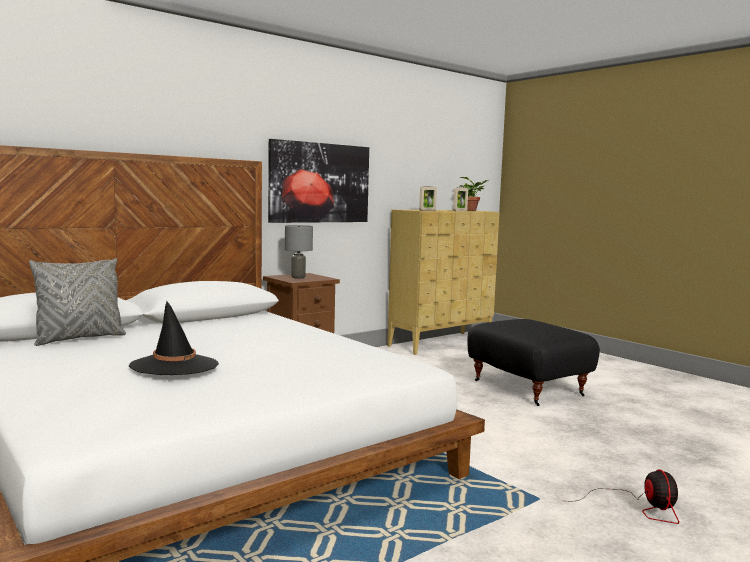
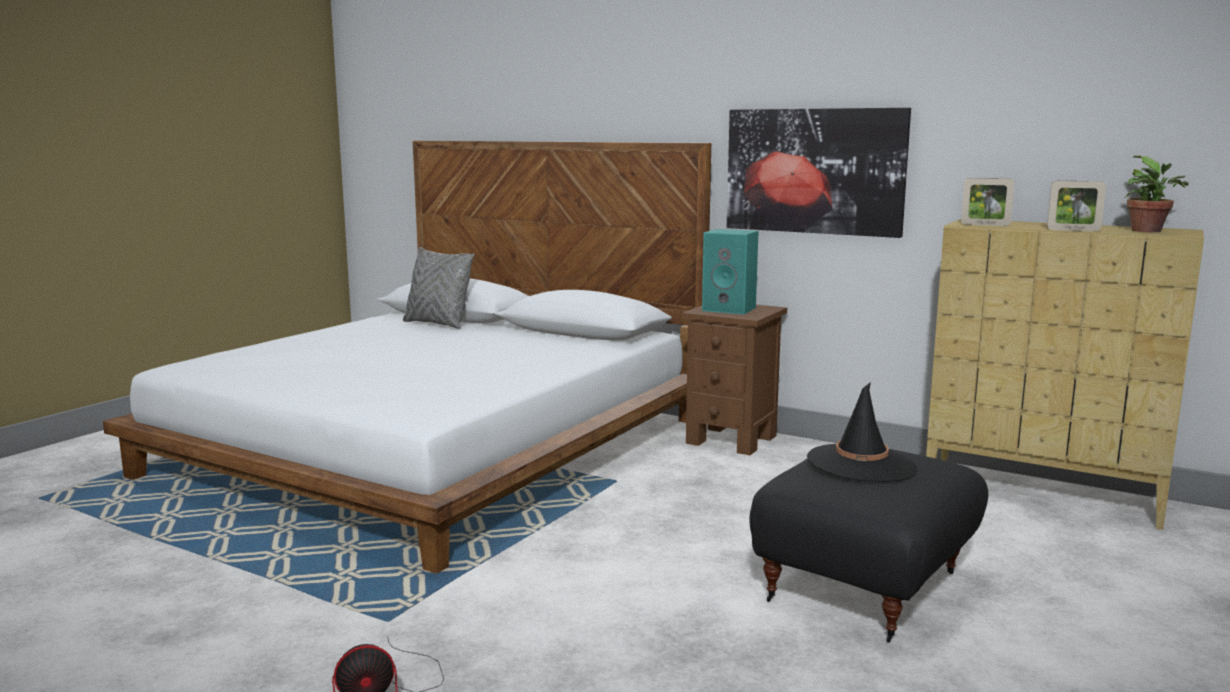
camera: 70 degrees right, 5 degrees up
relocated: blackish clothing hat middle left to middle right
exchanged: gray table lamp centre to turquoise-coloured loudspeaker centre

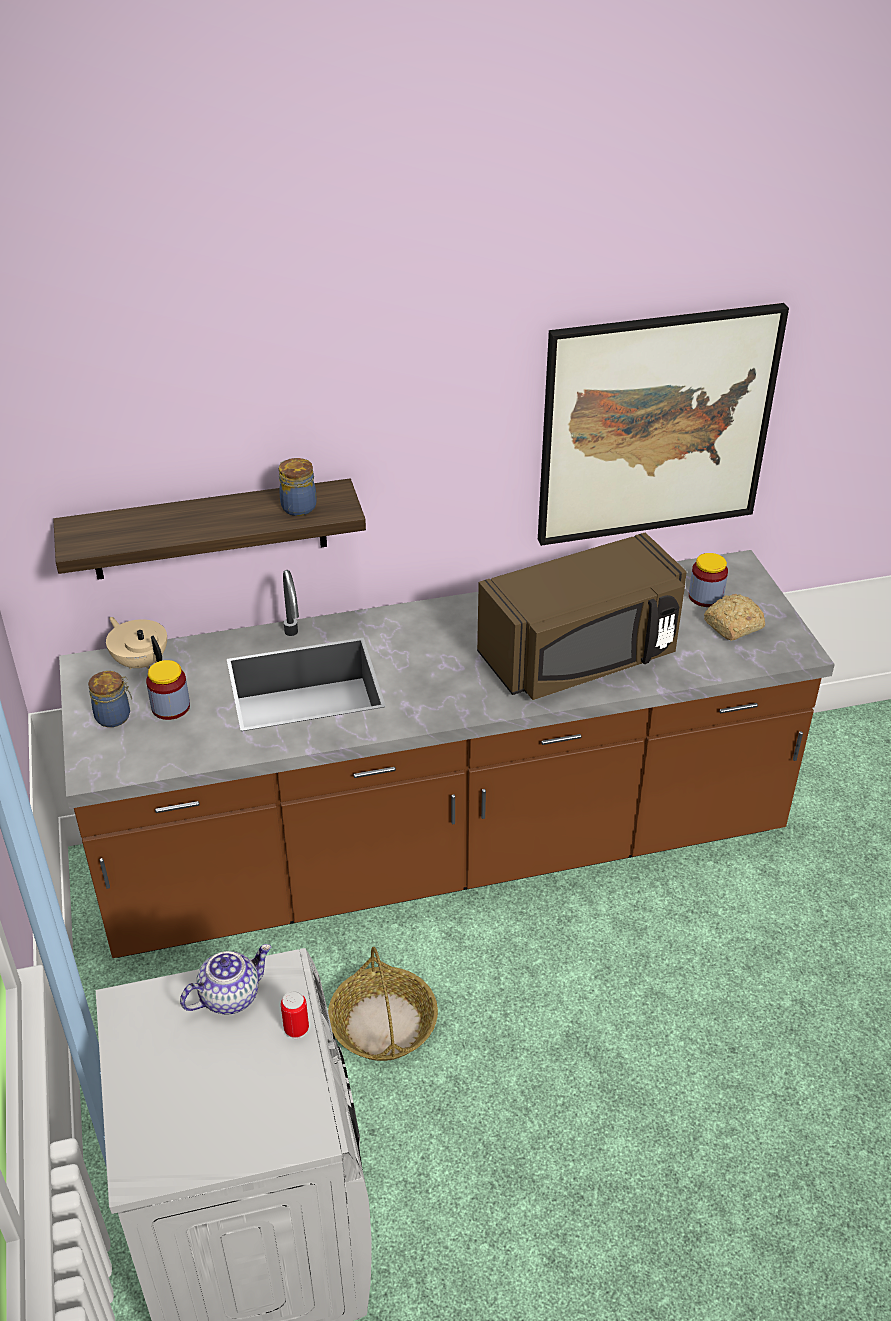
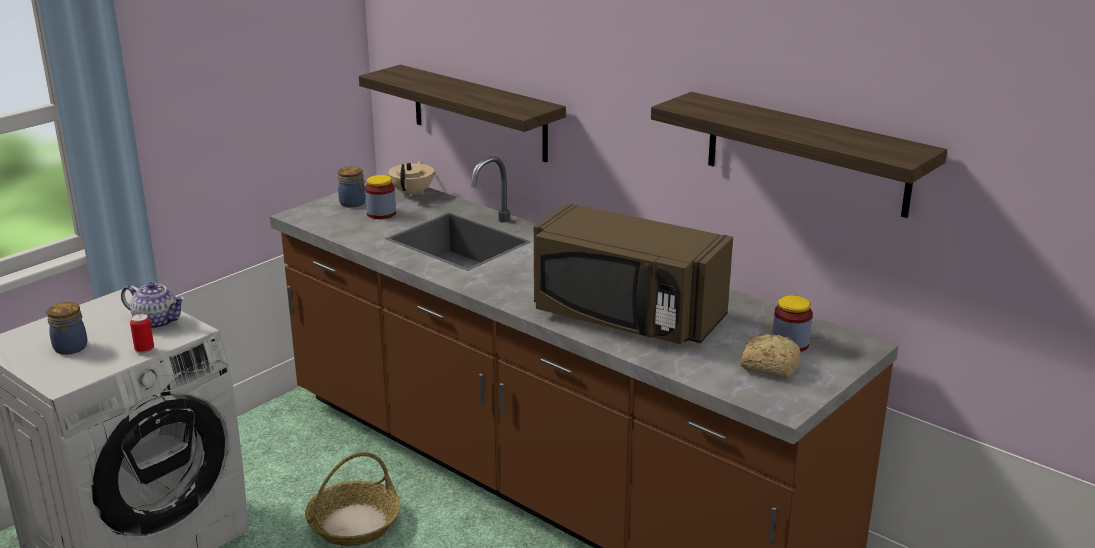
camera: 55 degrees right, 15 degrees down
relocated: jar (no. 3 from left in the first image) centre to jar (no. 1 from left) middle left
exchanged: picture top right to bracket shelf (no. 2 from left) top right

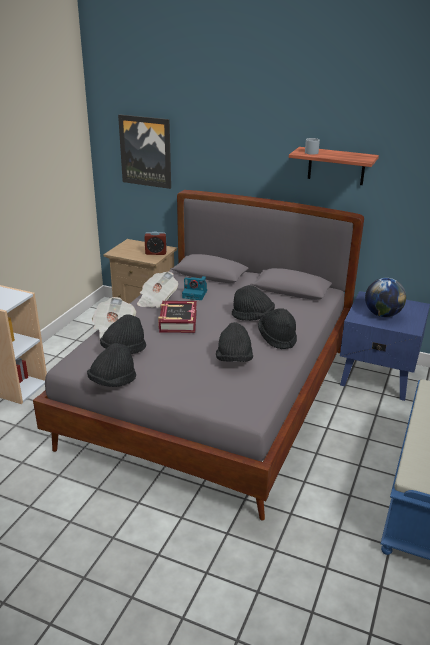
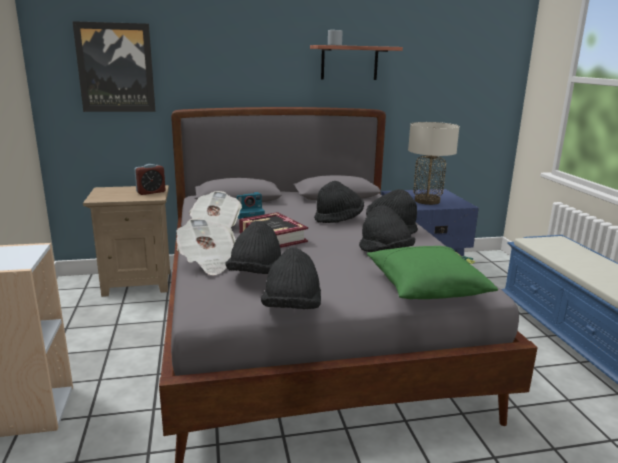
camera: 35 degrees left, 10 degrees down
appeared: greenish cushion middle right
exchanged: desk globe middle right to table lamp middle right

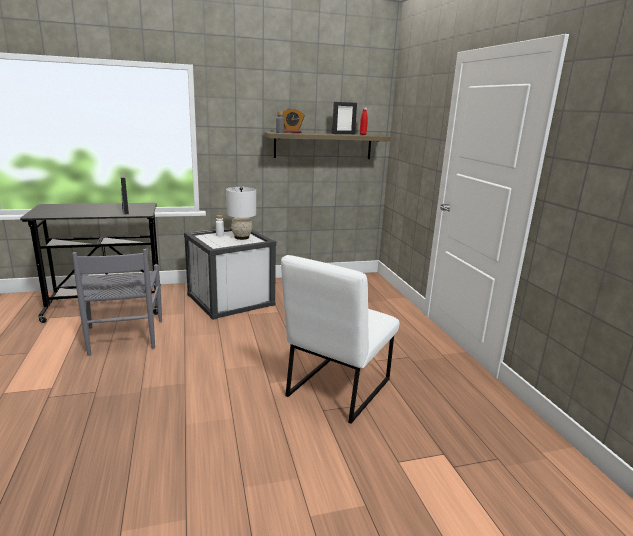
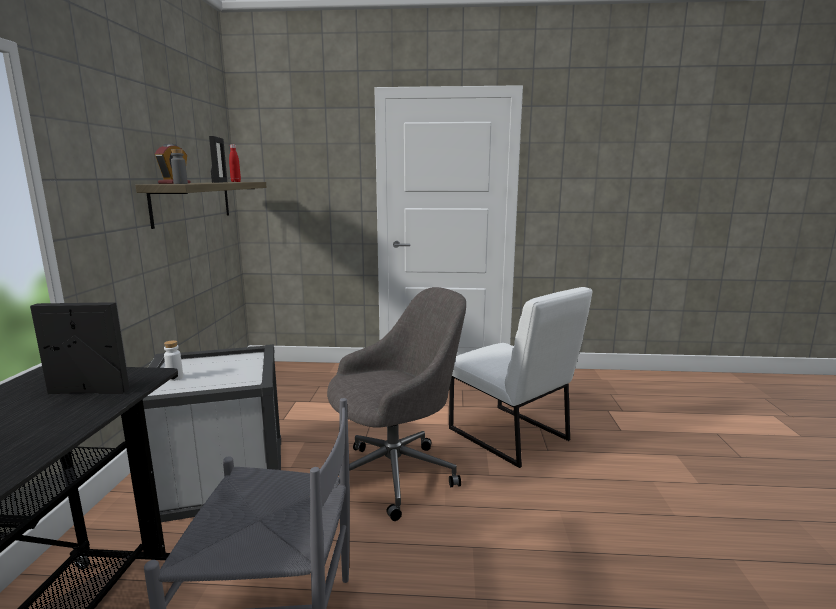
camera: 70 degrees left, 5 degrees down
missing: white-coloured table lamp centre
appeared: gray desk chair centre

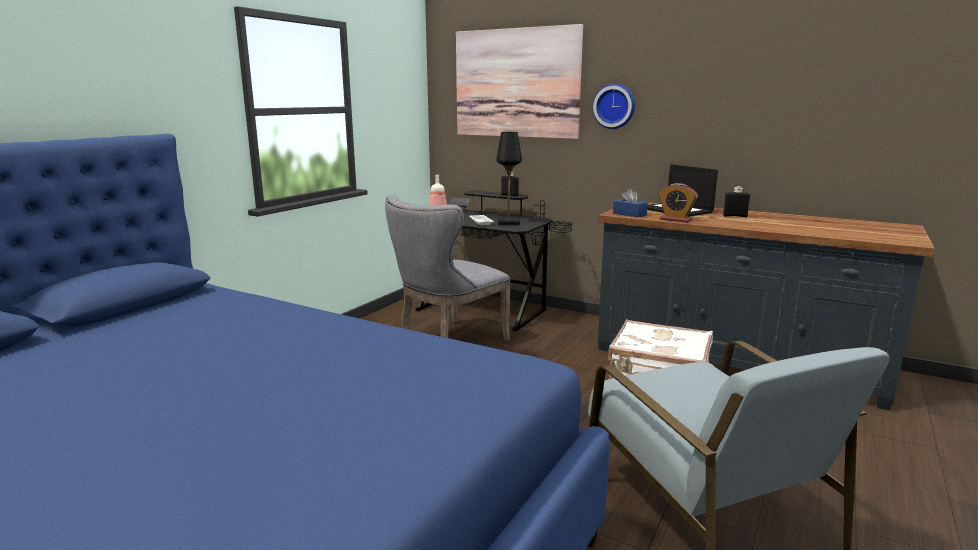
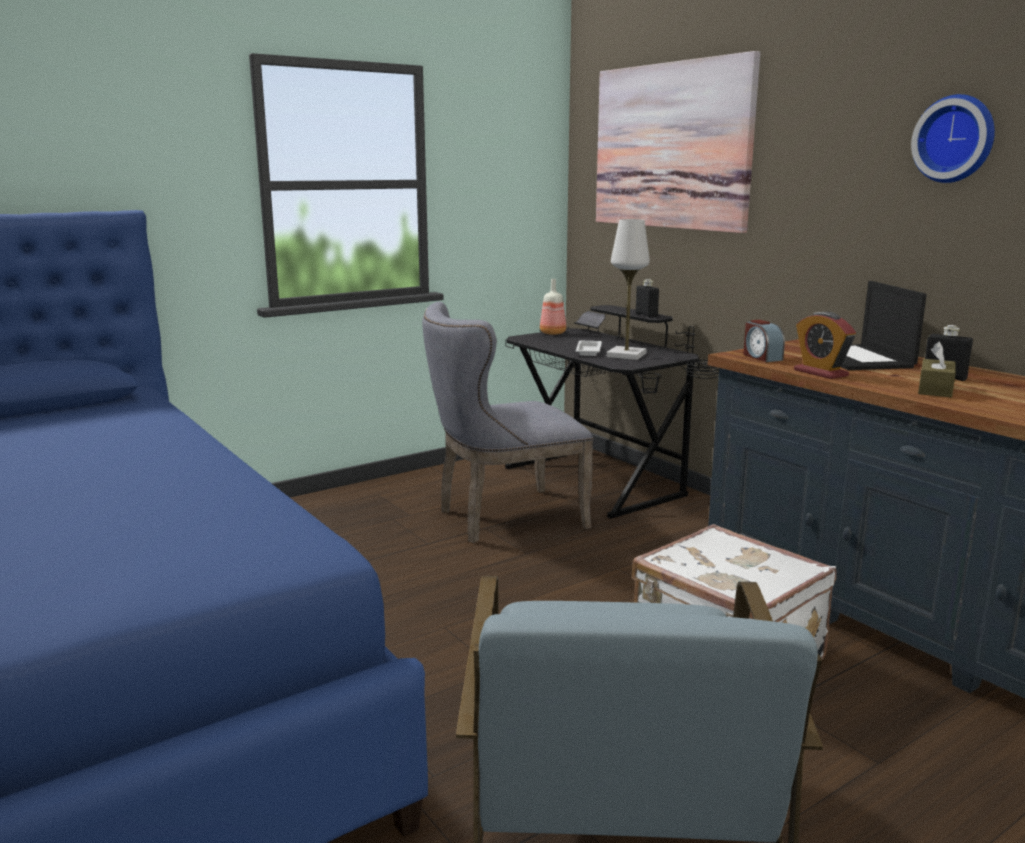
camera: 25 degrees right, 0 degrees up
appeared: brownish tissue holder middle right
relocated: clock on the wall top centre to top right
exchanged: bluish tissue holder centre to alarm clock (no. 1 from left) middle right
colour: blackish table lamp top centre to white-coloured table lamp centre

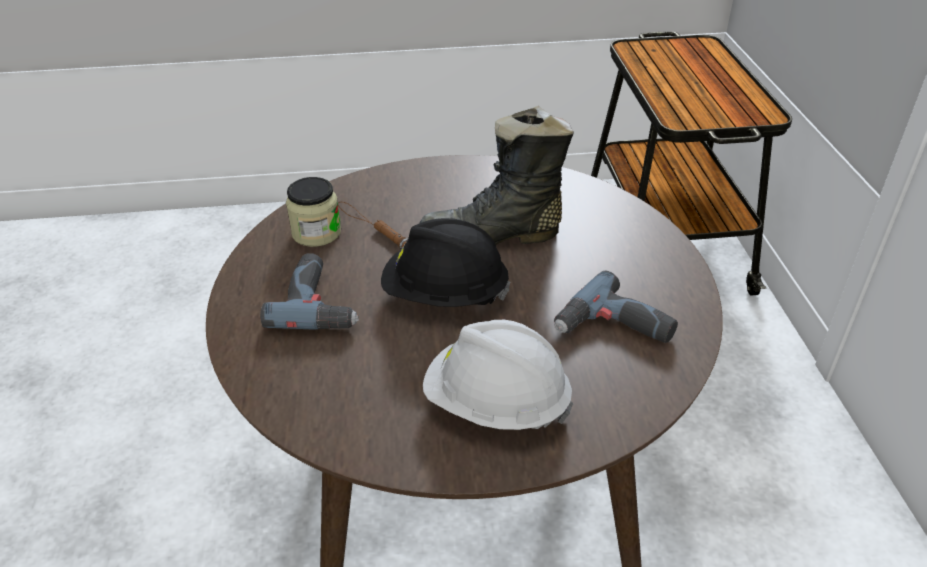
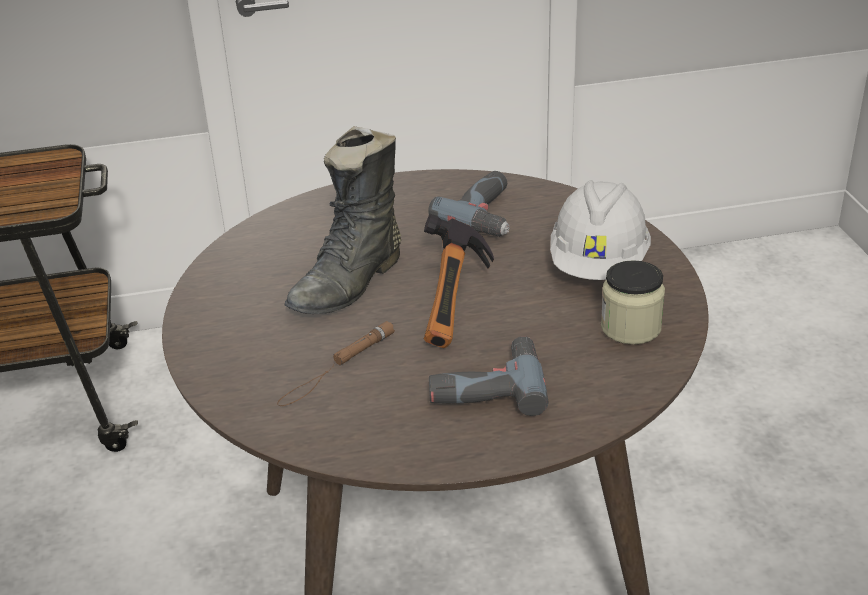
camera: 95 degrees left, 5 degrees down
relocated: jar centre to middle right
exchanged: blackish hard hat centre to tool hammer centre
spun: blackish tall boot top centre = centre 45 degrees clockwise

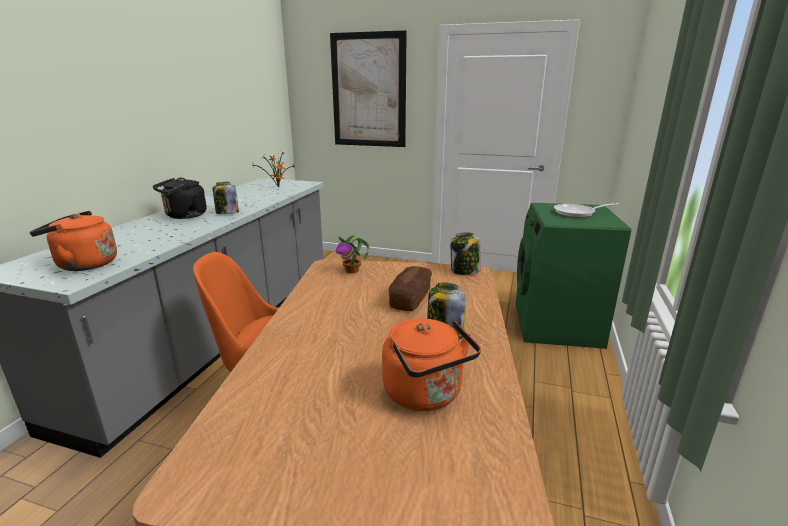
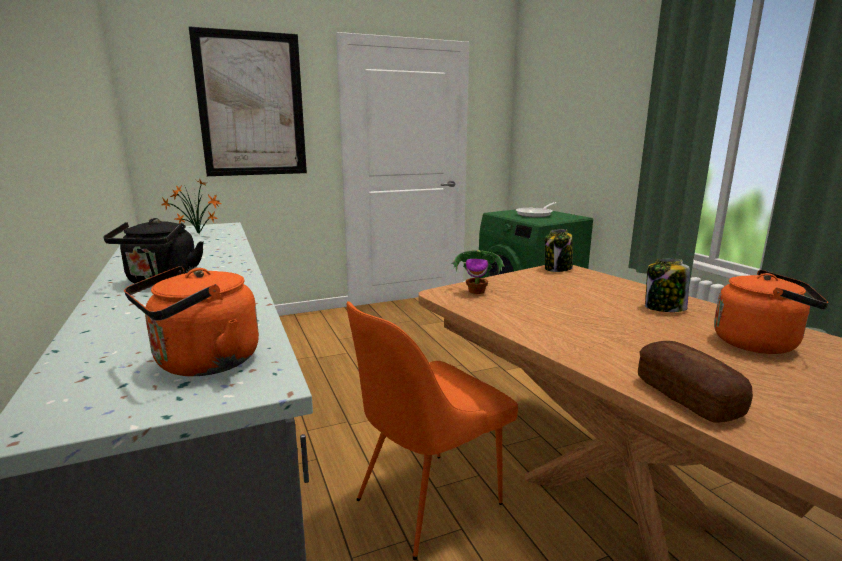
camera: 40 degrees left, 5 degrees down
missing: jar (no. 1 from left) middle left
relocated: bread centre to bottom right

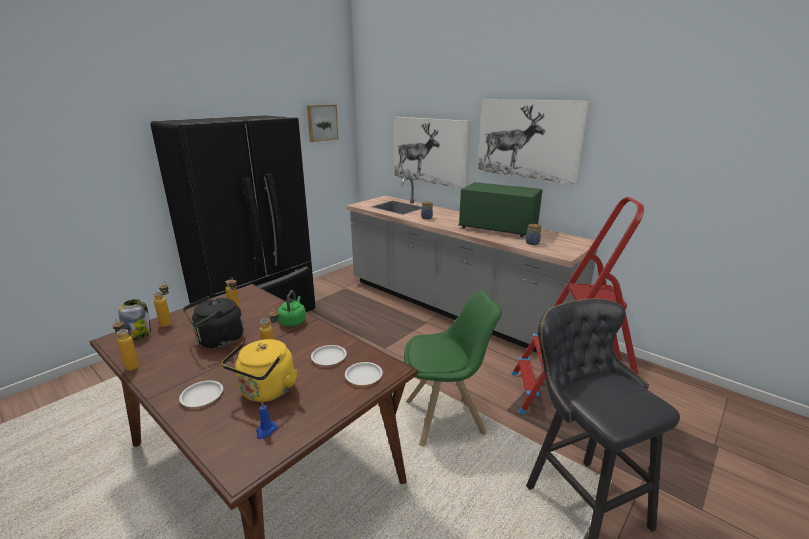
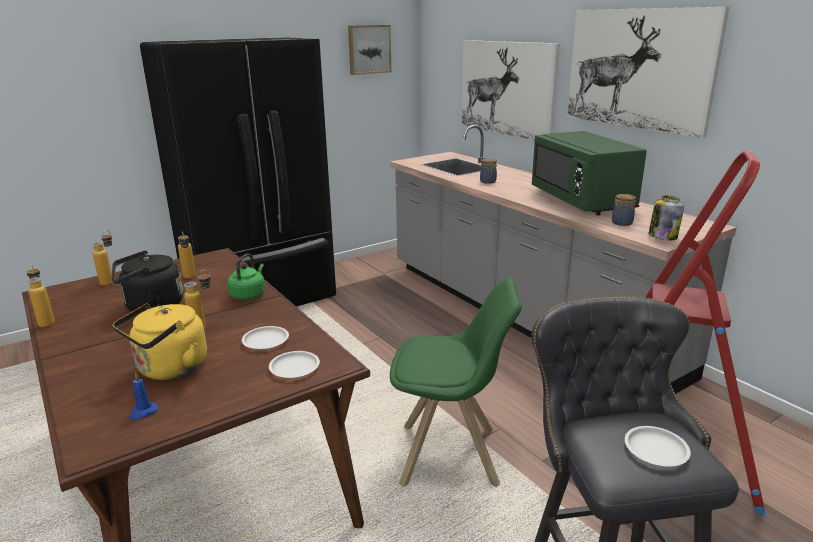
camera: 15 degrees right, 0 degrees up
relocated: jar (no. 1 from left in the first image) middle left to jar (no. 3 from left) middle right; white-coloured dinner plate (no. 1 from left in the first image) bottom left to white-coloured dinner plate (no. 3 from left) bottom right
spun: greenish kitchen microwave centre = top right 150 degrees counterclockwise

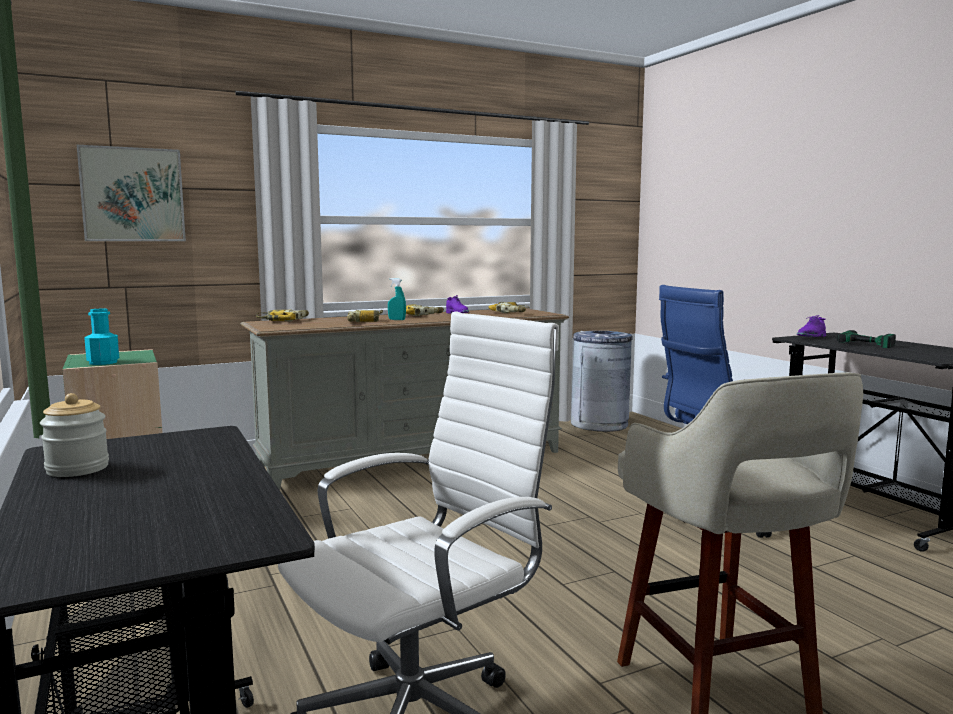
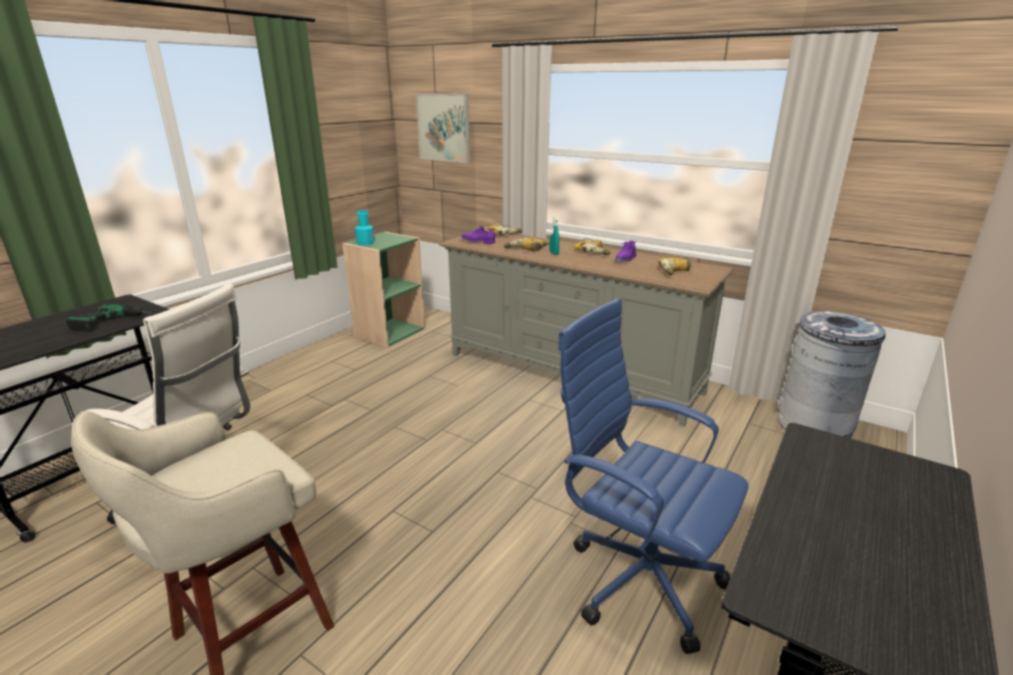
camera: 60 degrees right, 15 degrees up
missing: jar middle left
relocated: purple shoe (no. 2 from left in the first image) middle right to purple shoe (no. 1 from left) centre; drill (no. 5 from left in the first image) middle right to drill (no. 1 from left) middle left

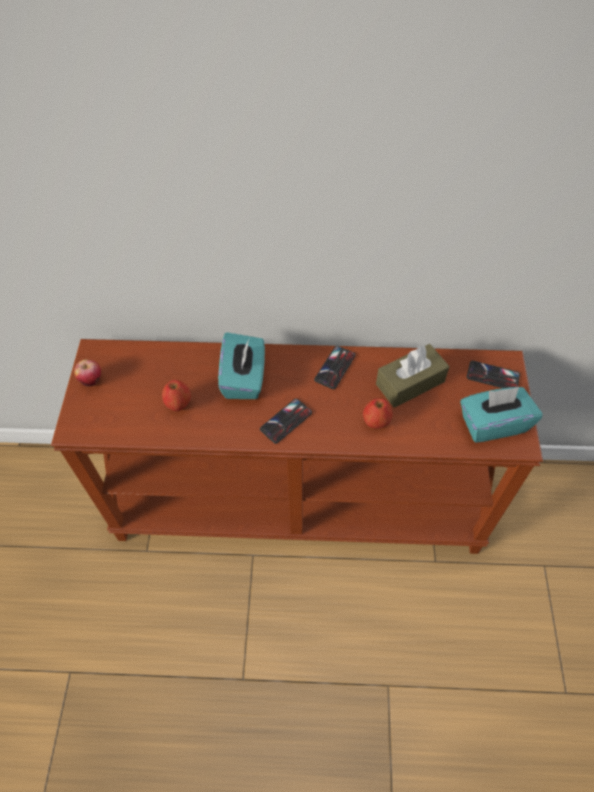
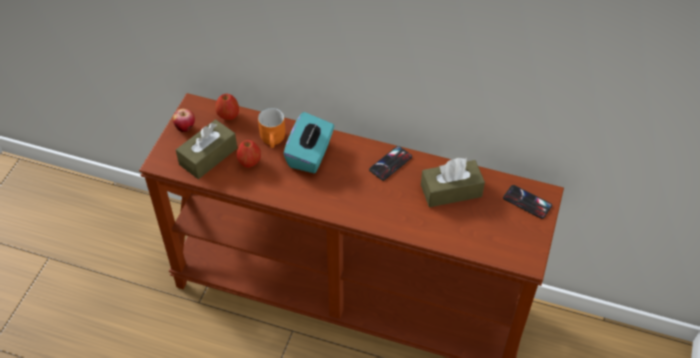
camera: 15 degrees right, 5 degrees down
missing: phone (no. 1 from left) centre; turquoise-coloured tissue holder (no. 2 from left) middle right
appeared: brownish tissue holder (no. 1 from left) middle left; orange coffee mug centre
relocated: apple (no. 3 from left in the first image) centre to apple (no. 2 from left) top left

